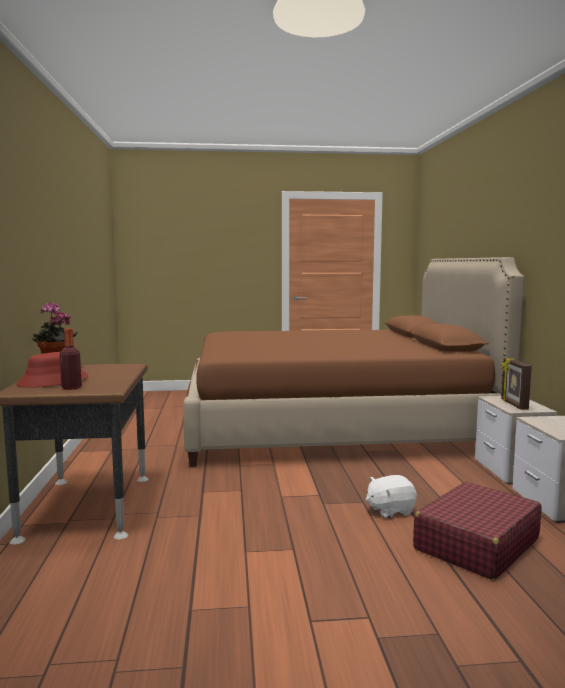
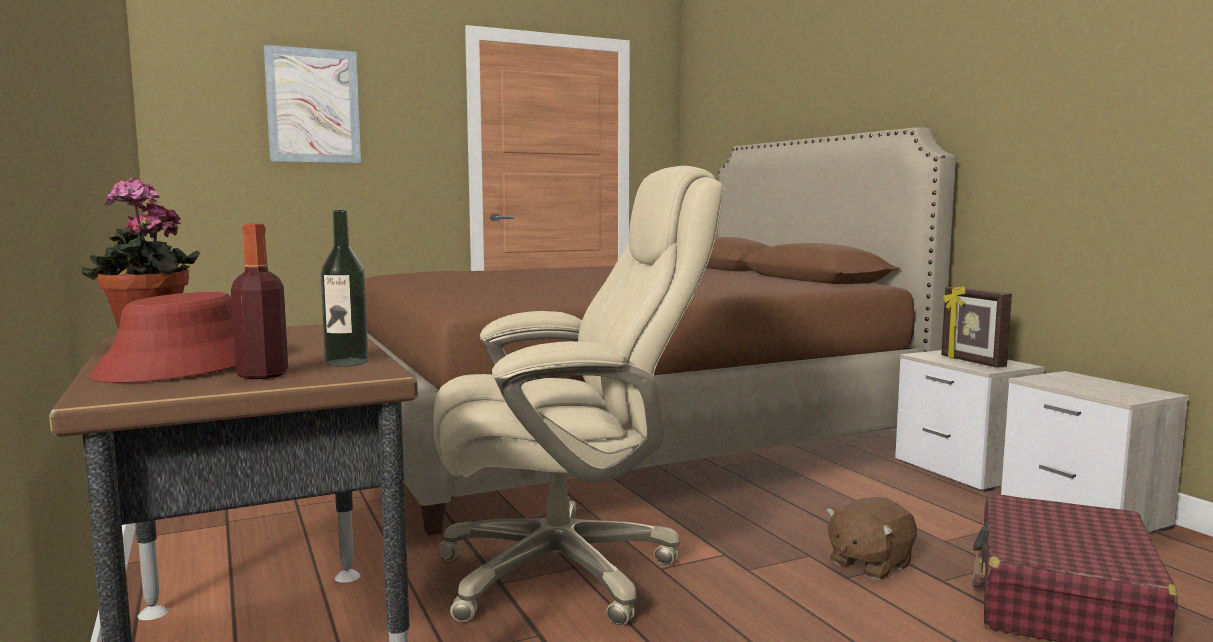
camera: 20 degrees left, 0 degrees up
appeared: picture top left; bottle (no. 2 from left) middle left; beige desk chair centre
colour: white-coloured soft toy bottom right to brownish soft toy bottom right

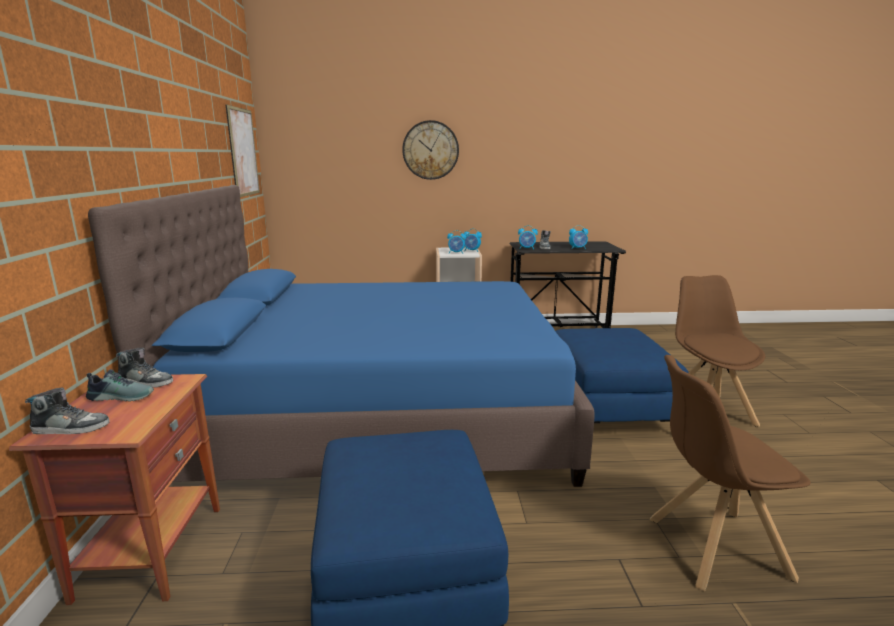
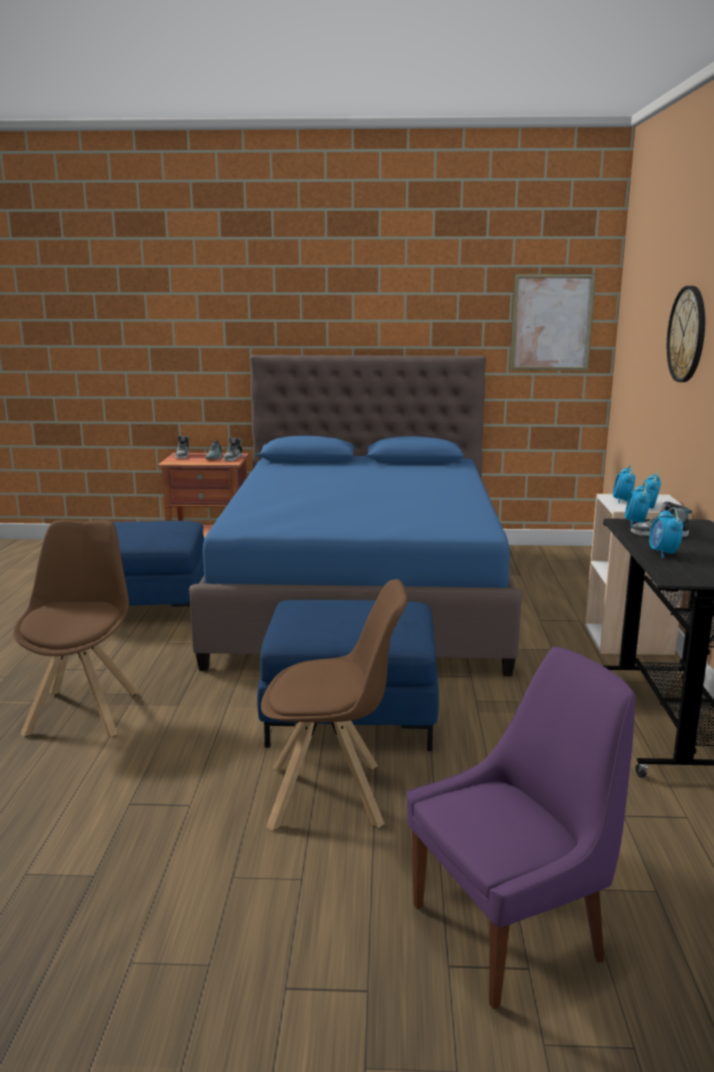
camera: 95 degrees right, 0 degrees up
appeared: purple chair bottom right

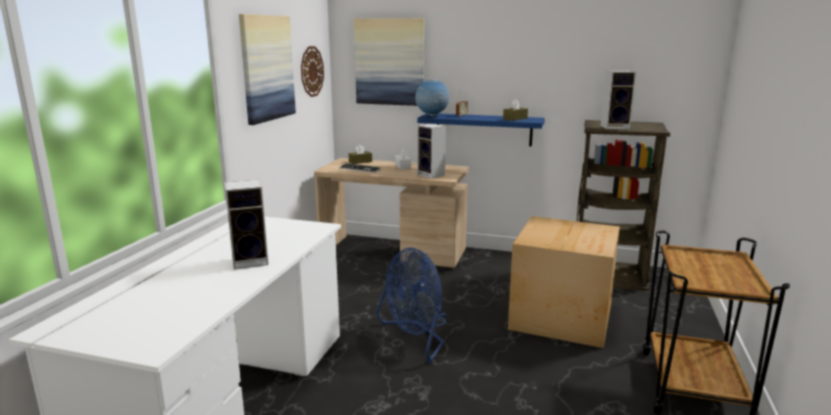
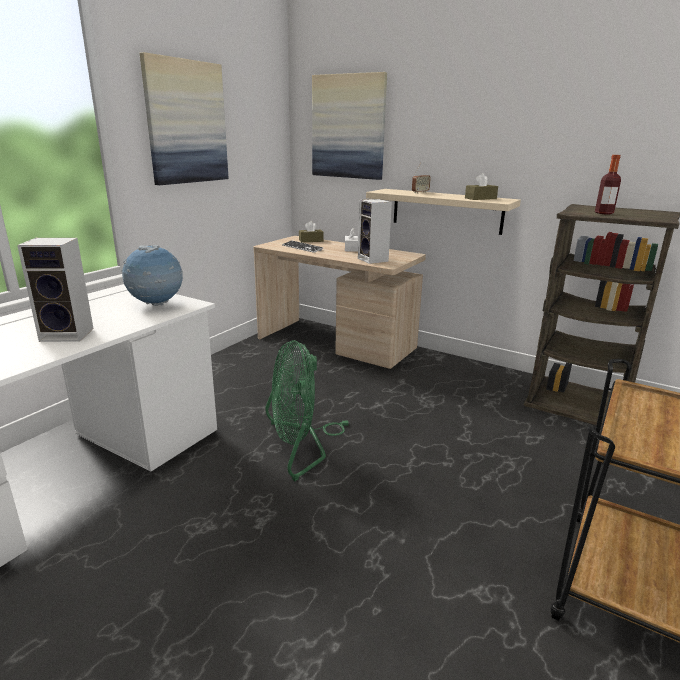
camera: 15 degrees right, 5 degrees up
missing: clock on the wall top centre; cardboard box bottom right
relocated: desk globe top centre to middle left
exchanged: loudspeaker (no. 3 from left) top right to bottle top right
colour: bluish fan bottom centre to greenish fan centre; bluish bracket shelf top centre to beige bracket shelf top centre

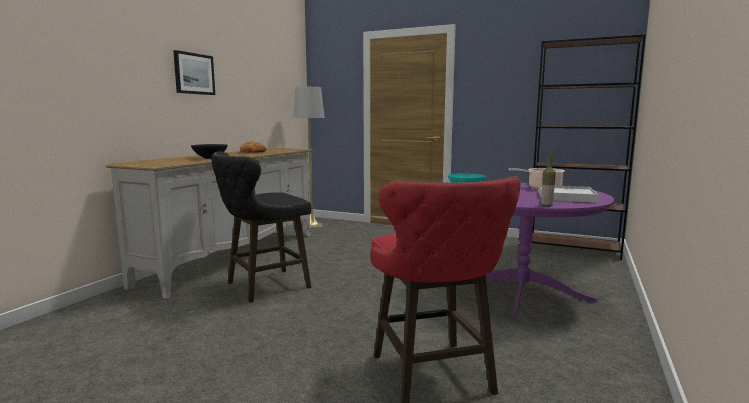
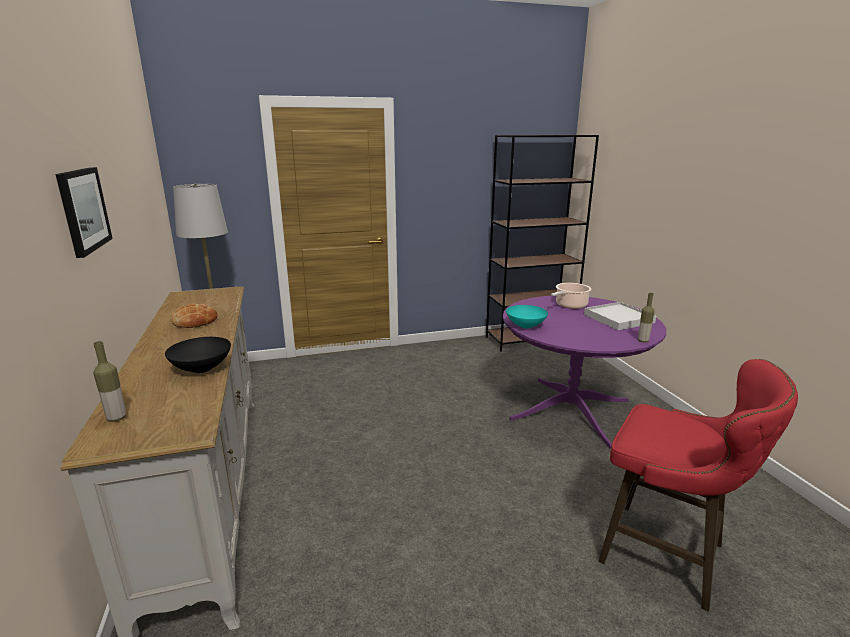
camera: 40 degrees left, 10 degrees up
missing: blackish stool centre
appeared: bottle (no. 1 from left) middle left

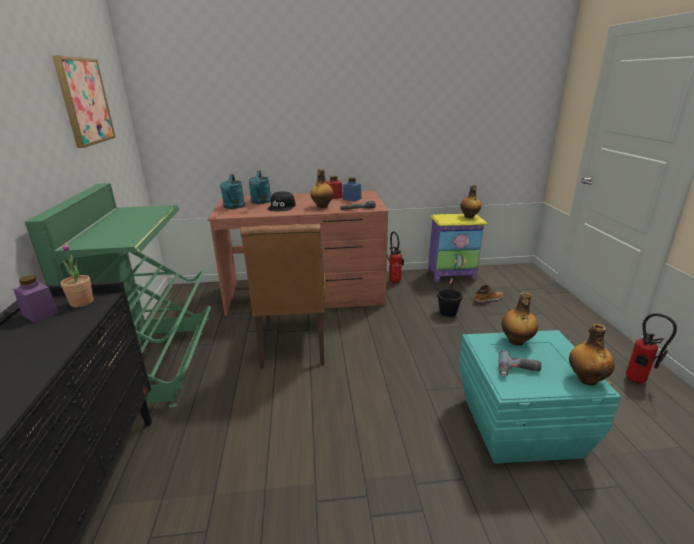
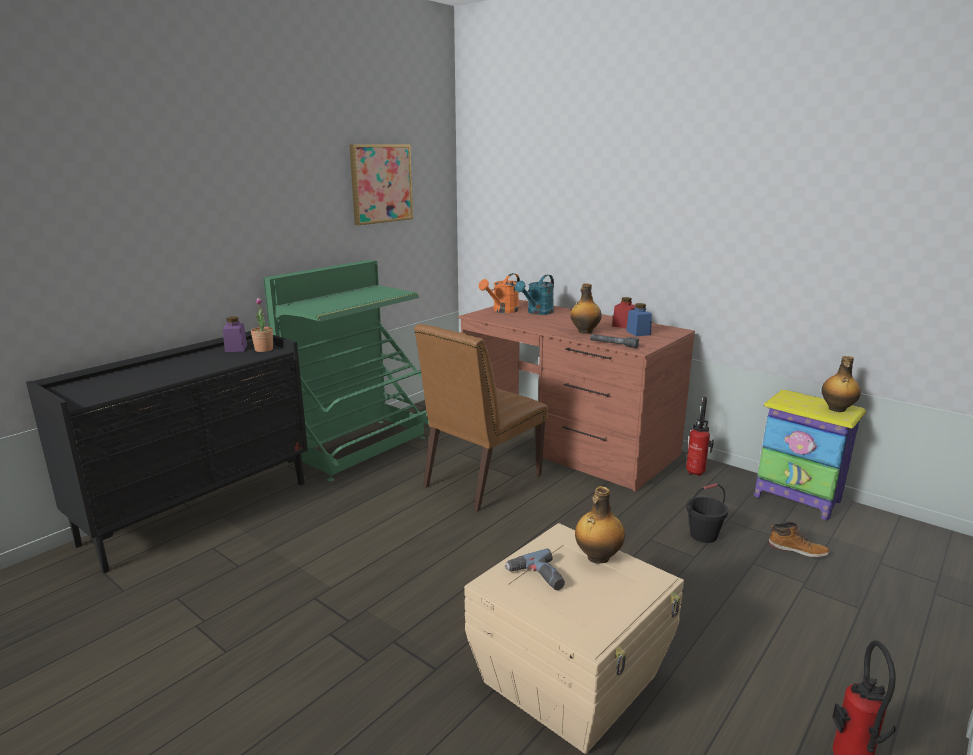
camera: 45 degrees right, 5 degrees down
missing: blackish peaked cap centre; bottle (no. 4 from left) middle right
colour: turquoise-coloured sprinkling can (no. 1 from left) centre to orange sprinkling can centre; turquoise-coloured storage bin bottom right to beige storage bin bottom centre

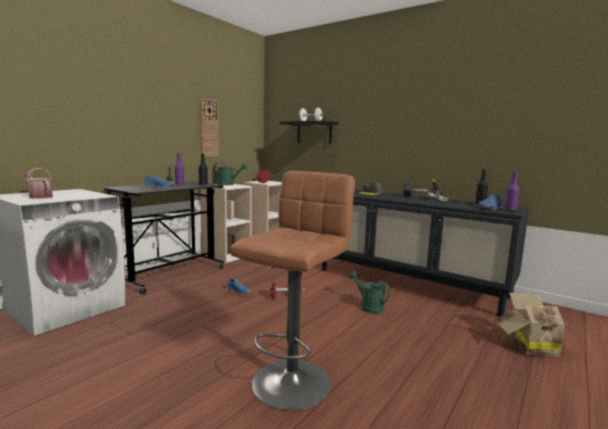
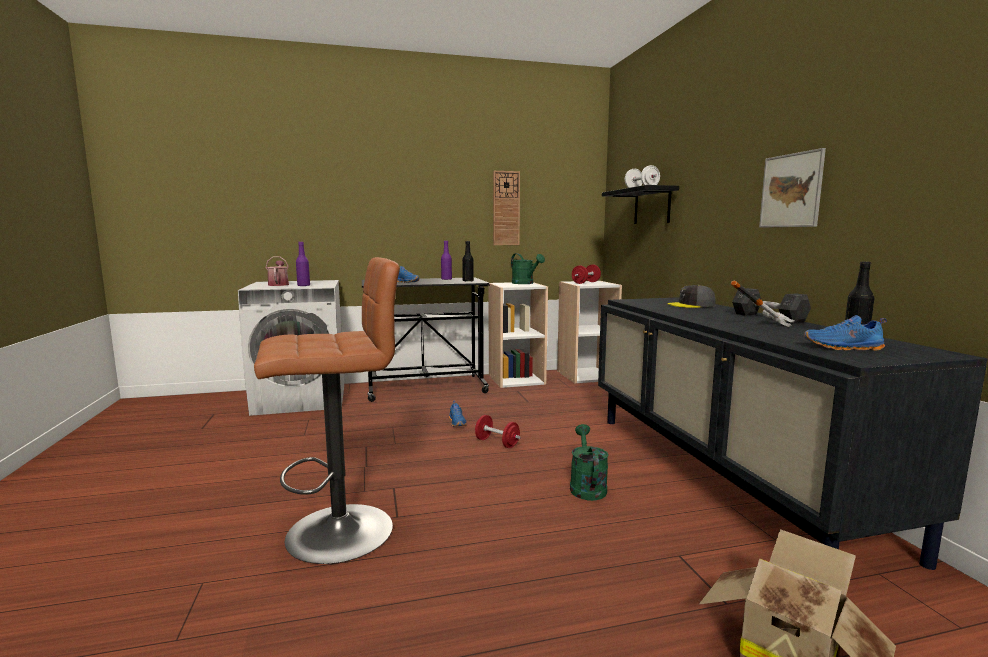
camera: 40 degrees right, 0 degrees up
appeared: picture top right
relocated: purple bottle (no. 2 from left in the first image) middle right to purple bottle (no. 1 from left) middle left

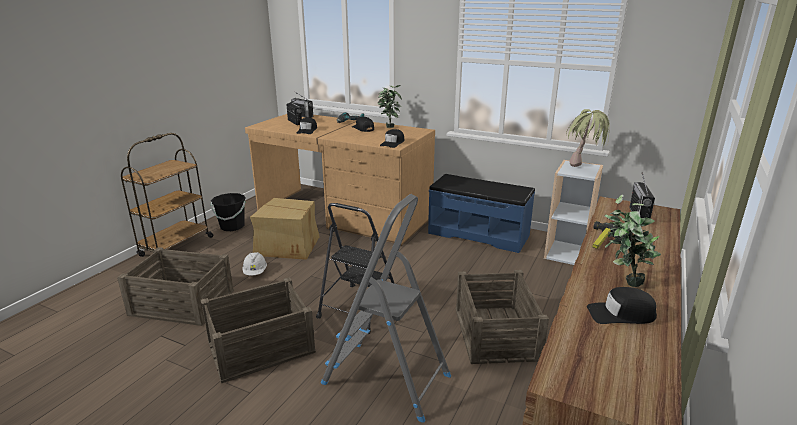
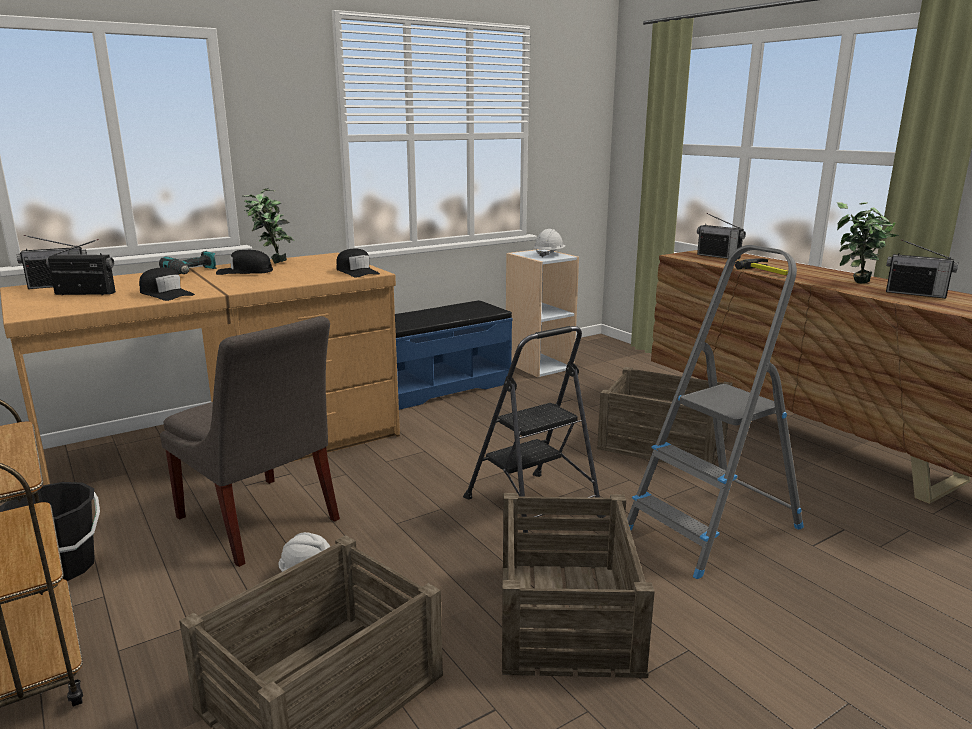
camera: 60 degrees left, 5 degrees down
exchanged: cardboard box centre to gray chair middle left; plant in a pot (no. 2 from left) top right to white-coloured hard hat (no. 2 from left) centre; blackish peaked cap (no. 4 from left) bottom right to radio (no. 4 from left) middle right

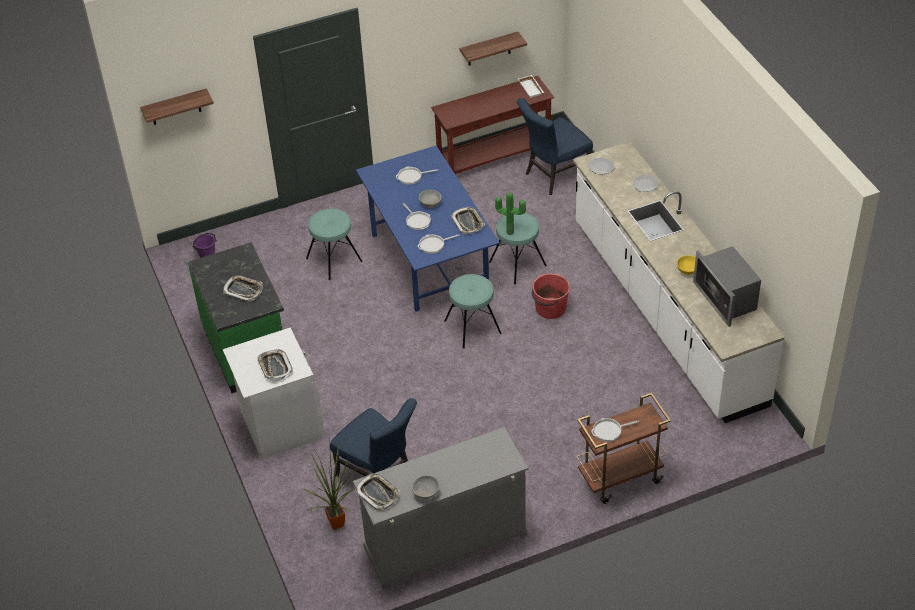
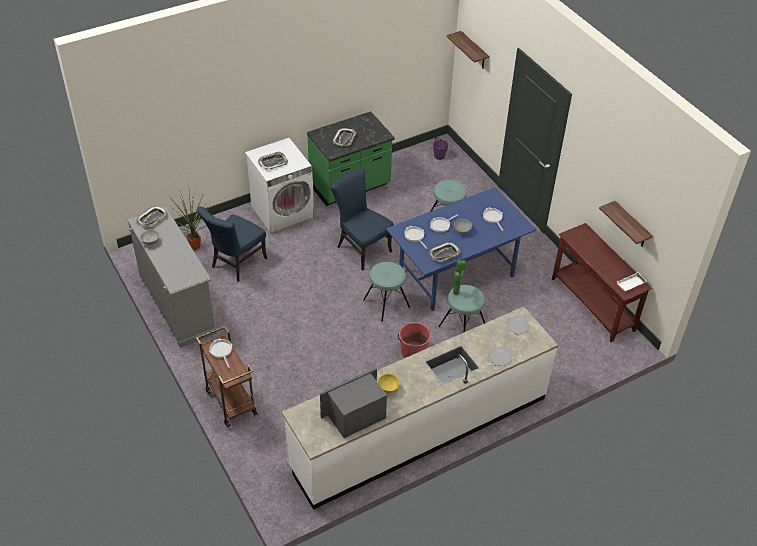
camera: 80 degrees right, 0 degrees up
relocated: bluish chair (no. 2 from left) top centre to centre

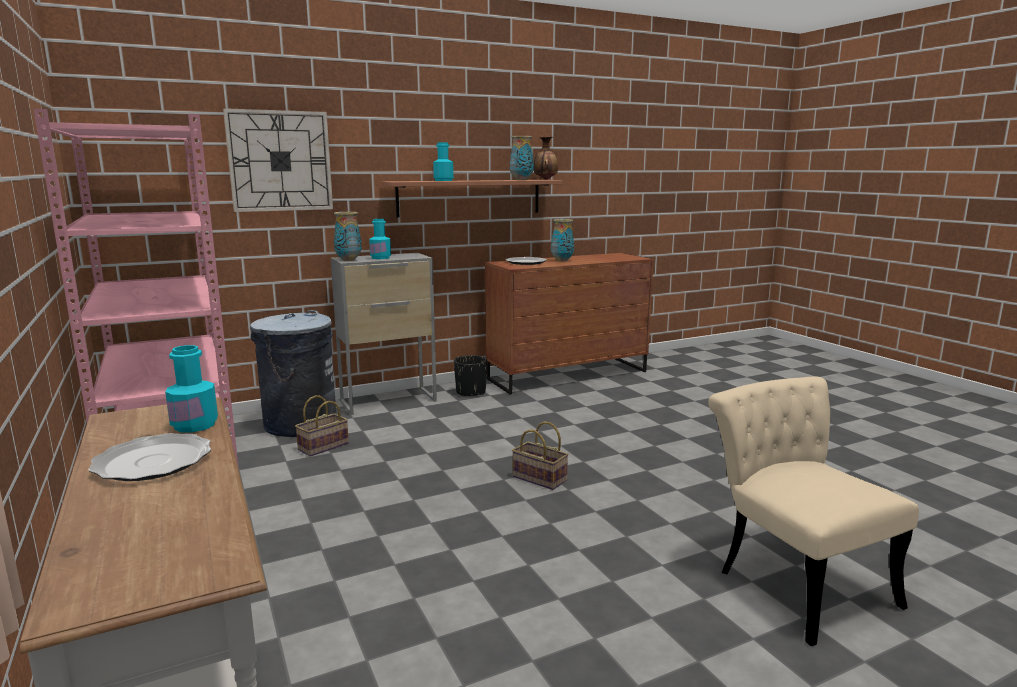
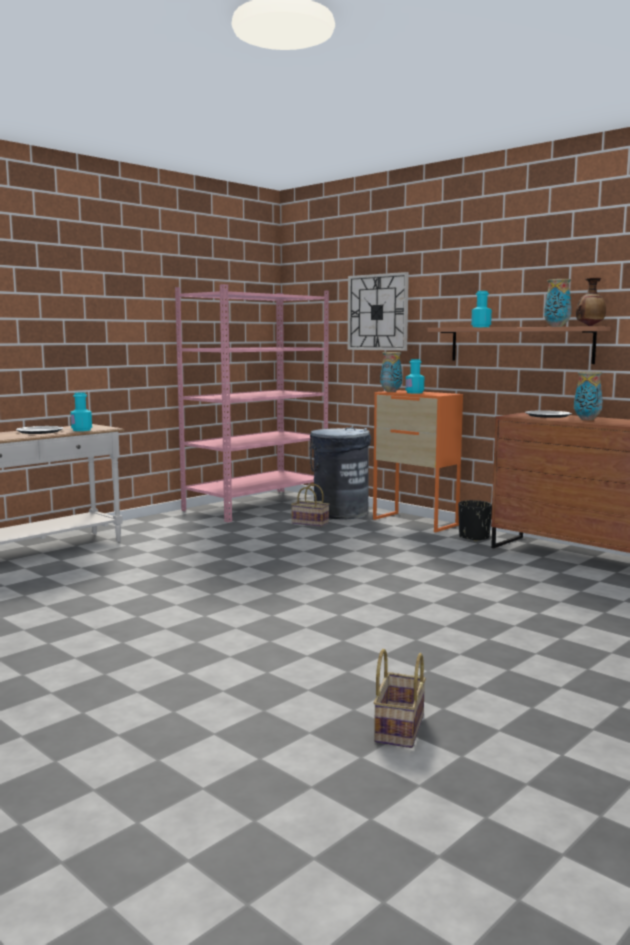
camera: 70 degrees right, 5 degrees down
missing: beige chair bottom right
relocated: basket (no. 2 from left) centre to bottom centre
colour: gray storage cabinet centre to orange storage cabinet centre

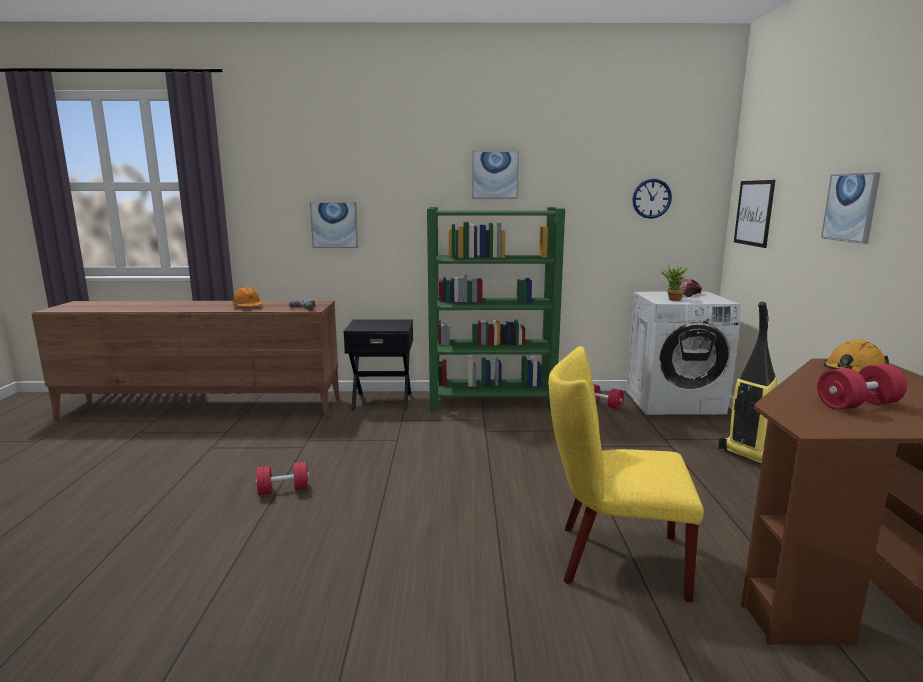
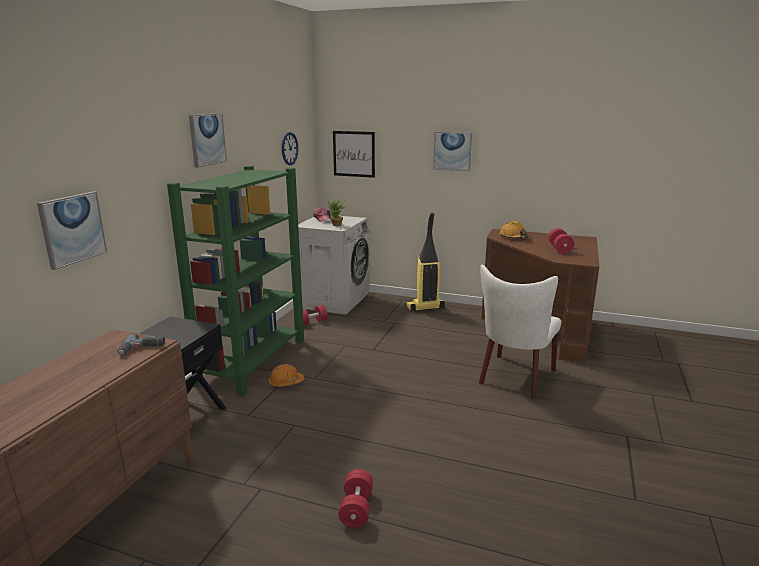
camera: 70 degrees left, 5 degrees up
relocated: orange hard hat (no. 1 from left) middle left to centre
colour: yellow-coloured chair bottom right to white-coloured chair middle right

